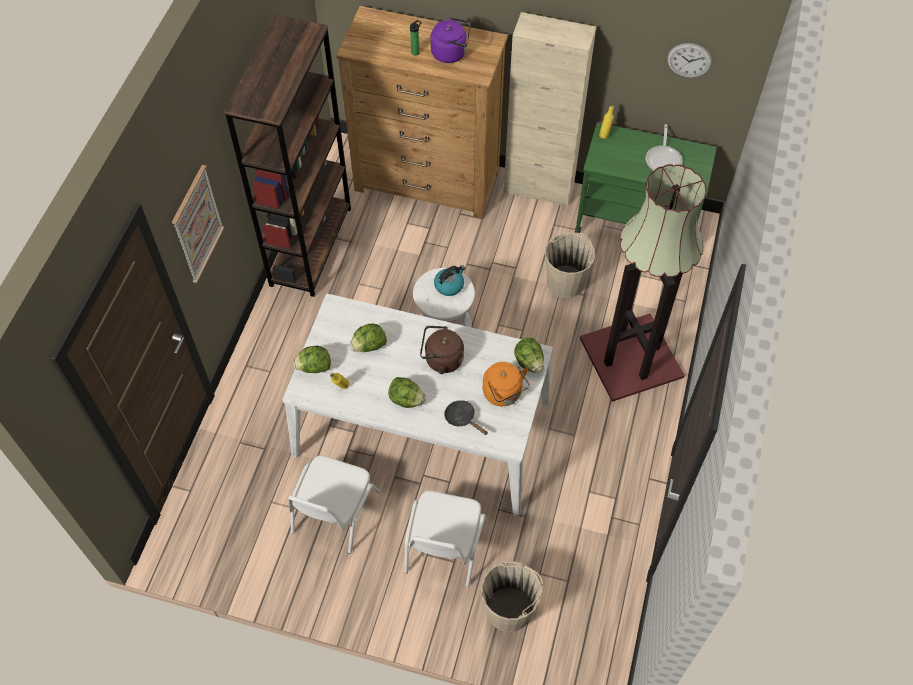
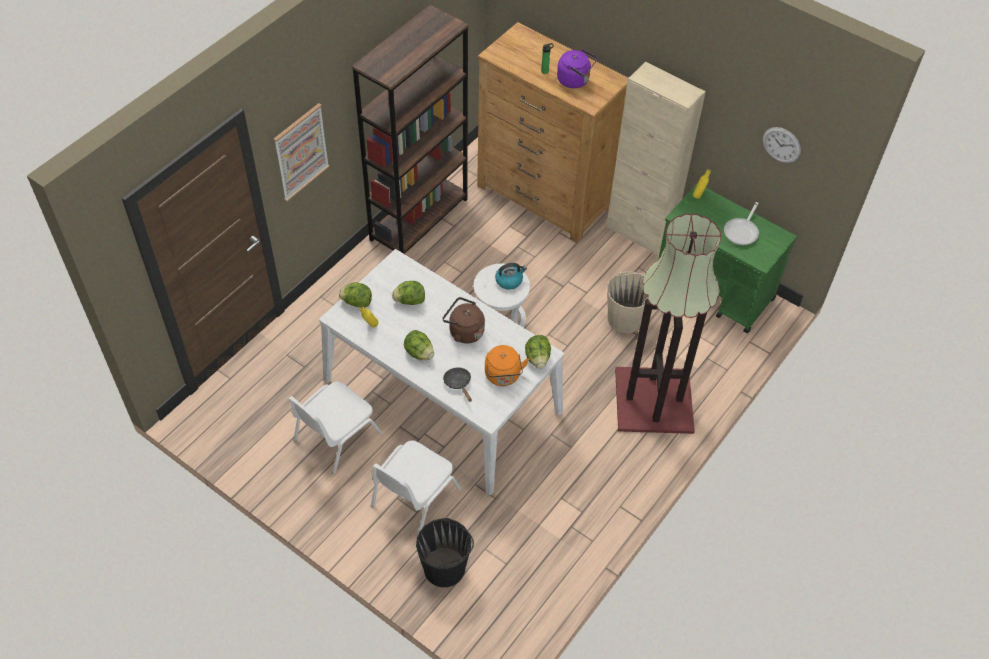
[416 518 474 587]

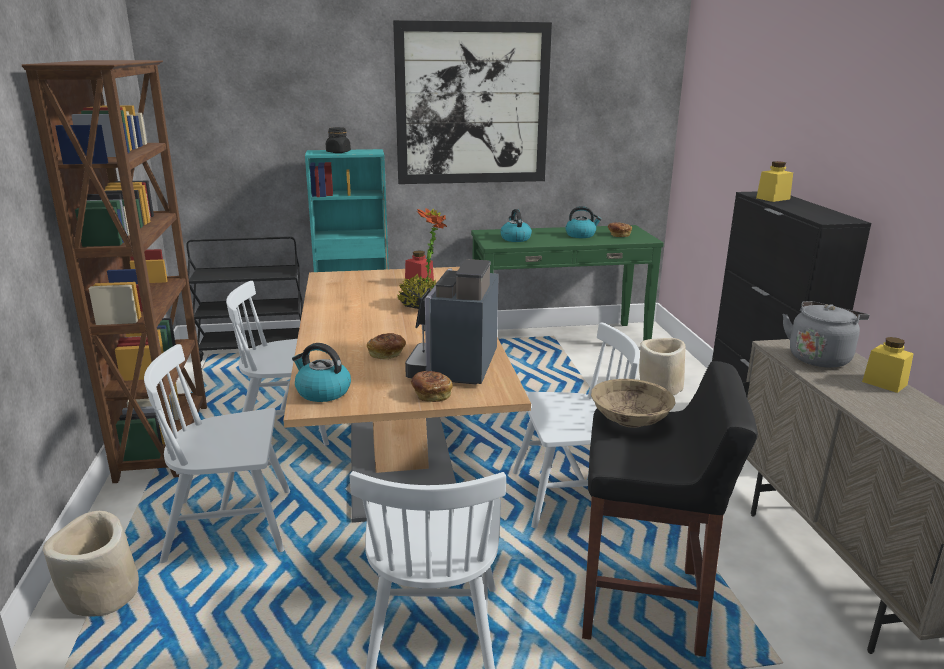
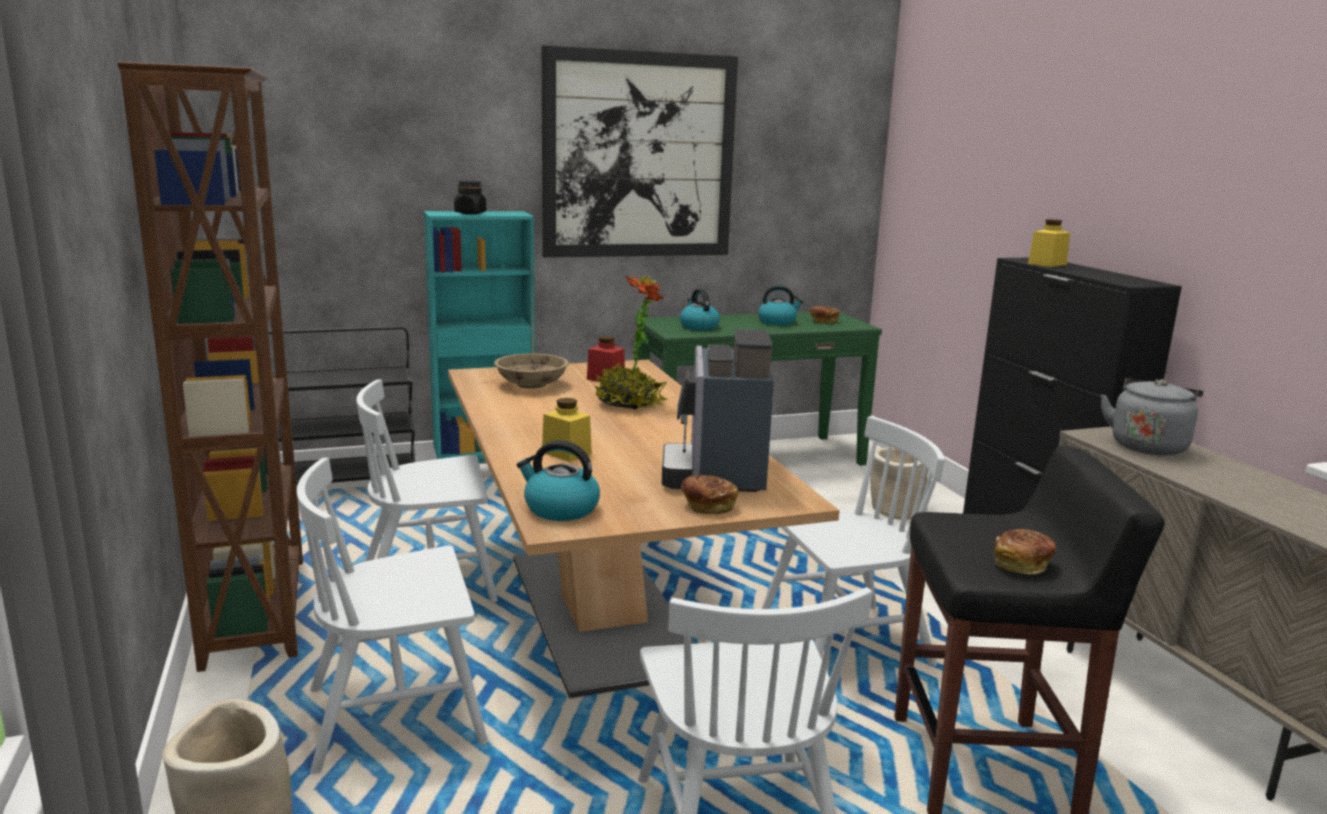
[994 529 1056 574]
[542 398 592 462]
[494 353 569 389]

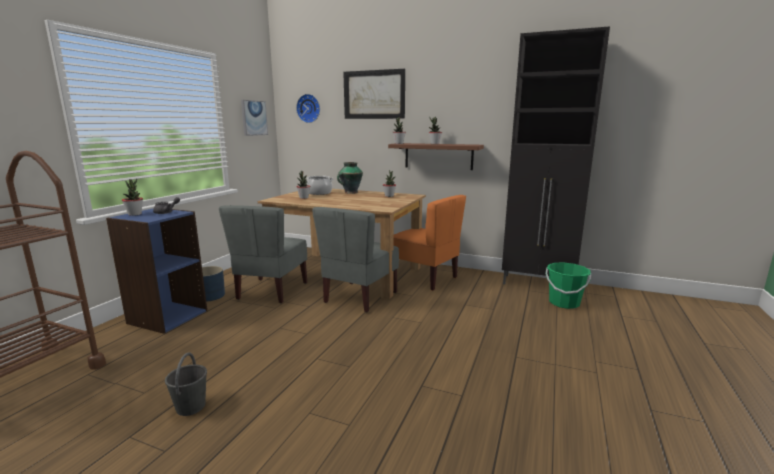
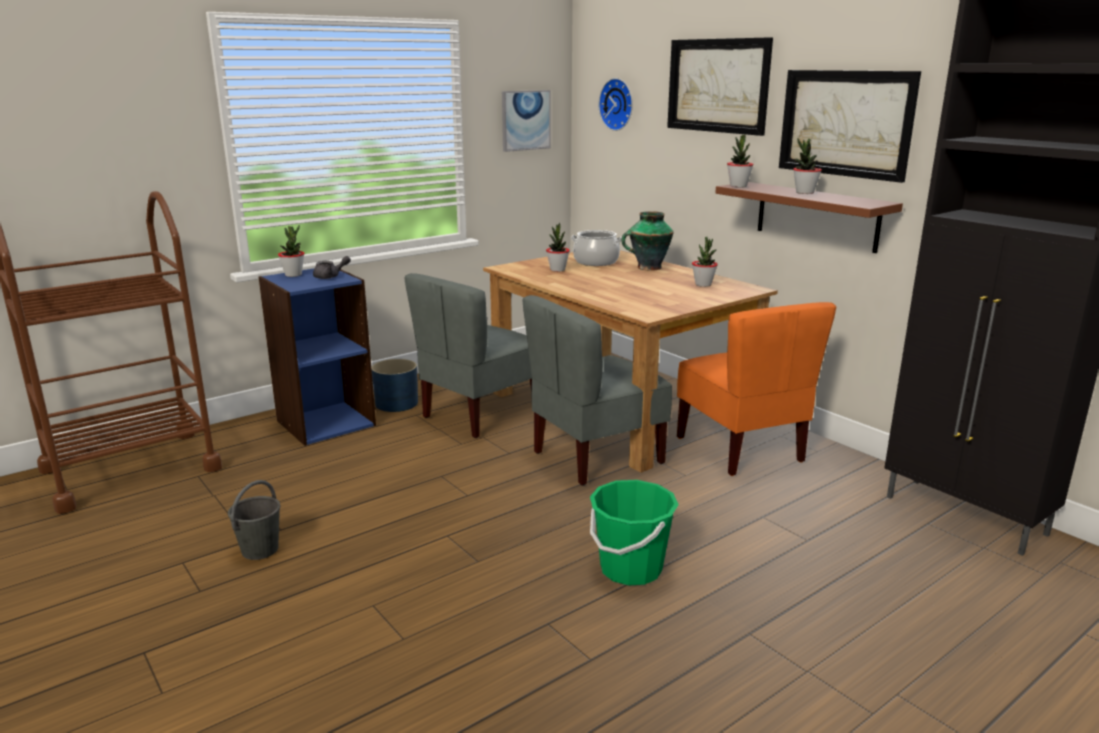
[590 480 679 586]
[779 70 921 183]

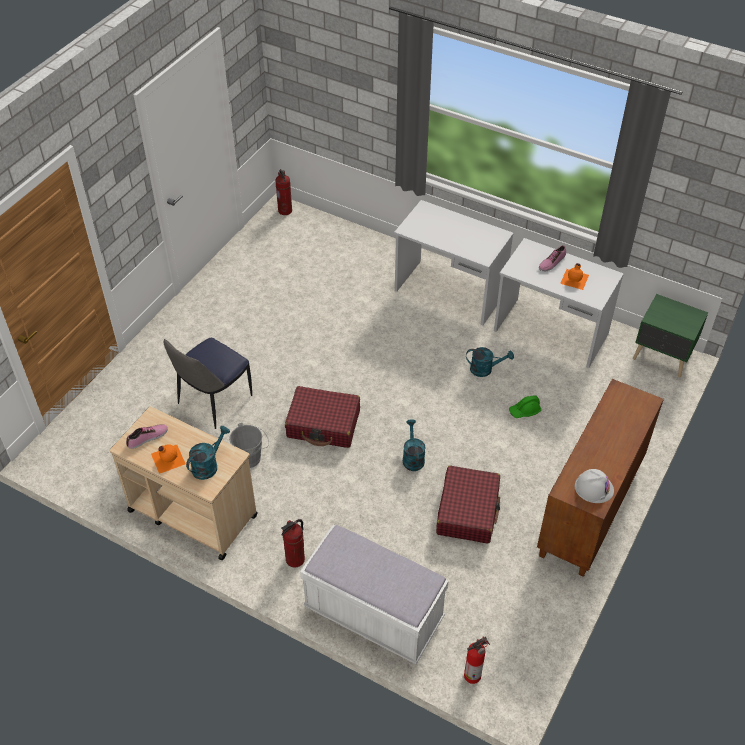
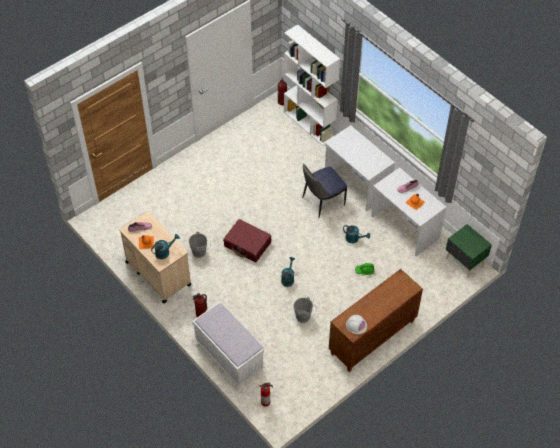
[302 164 347 218]
[294 297 316 323]
[284 24 340 146]

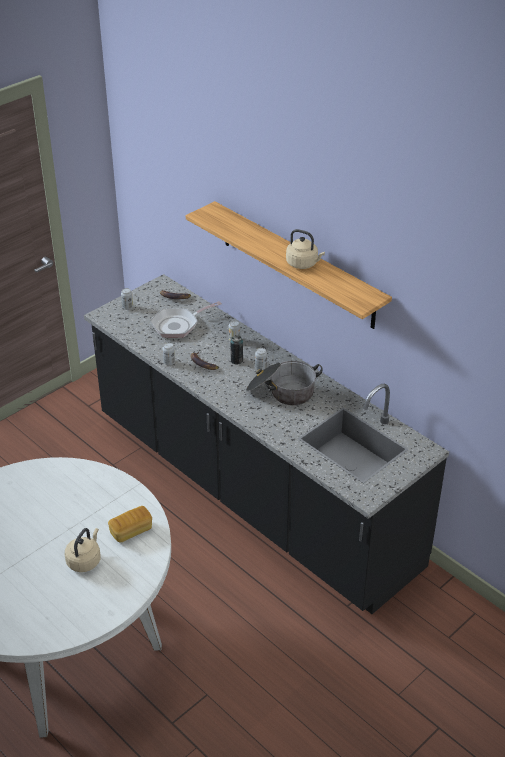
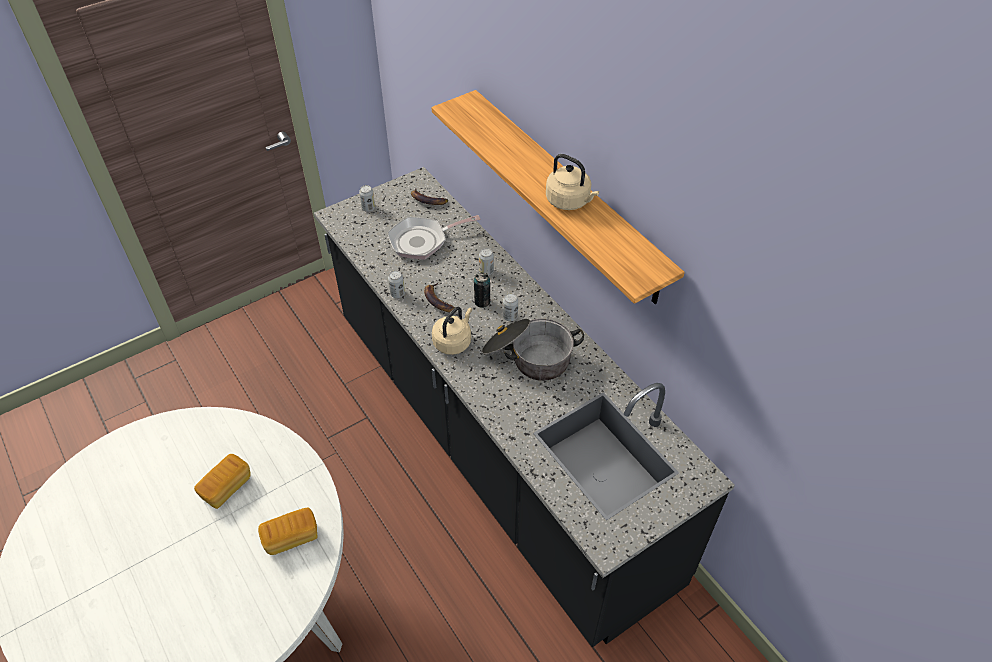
[432 307 472 355]
[194 454 251 509]

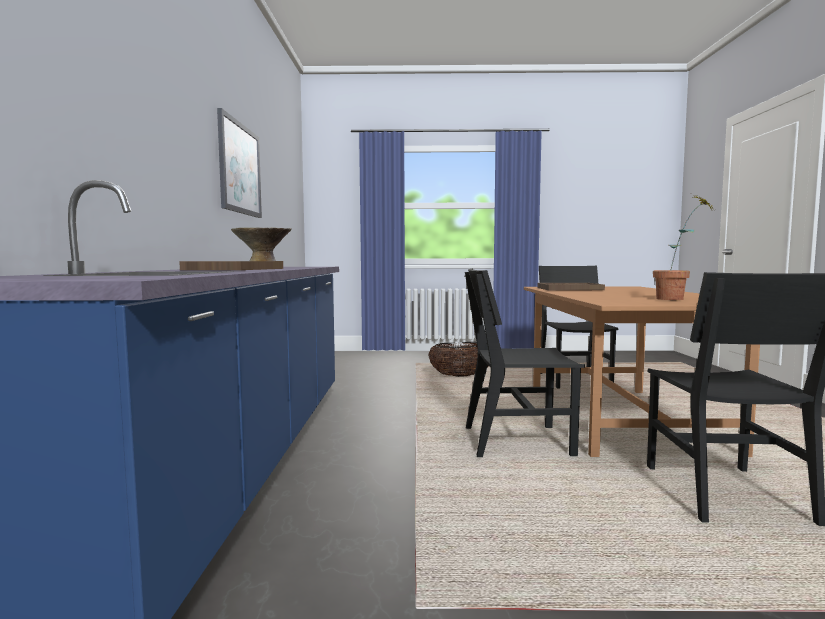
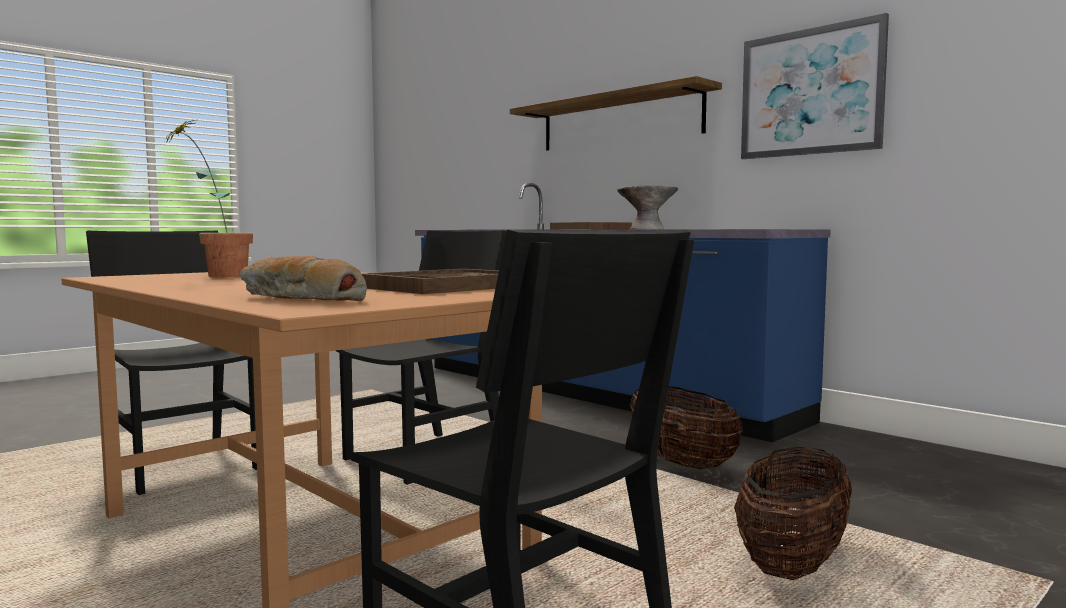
[510 76 722 151]
[240 256 367 301]
[630 386 743 470]

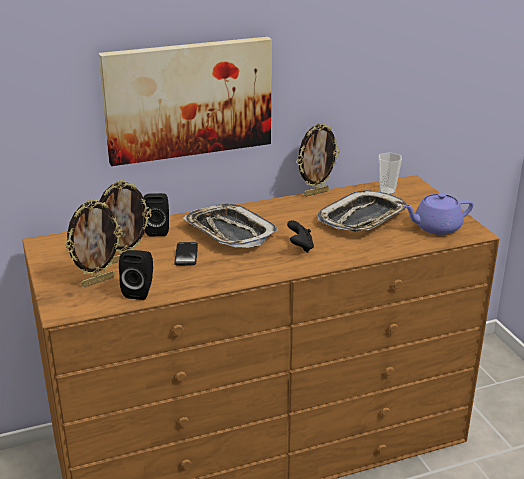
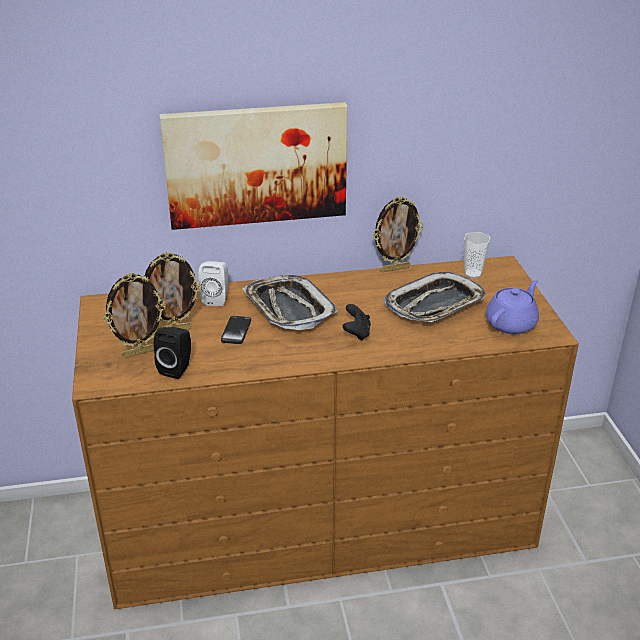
[198 261 228 307]
[486 280 539 334]

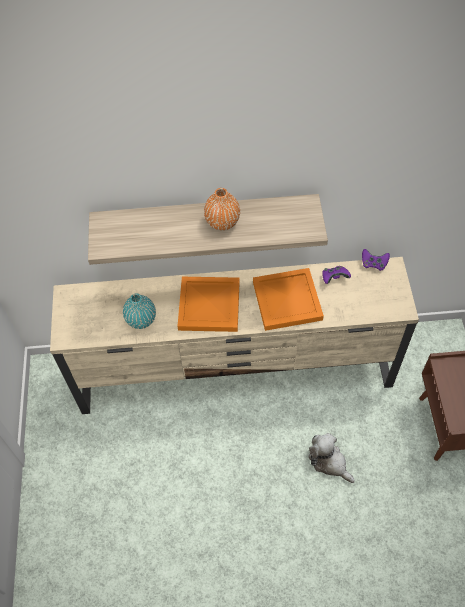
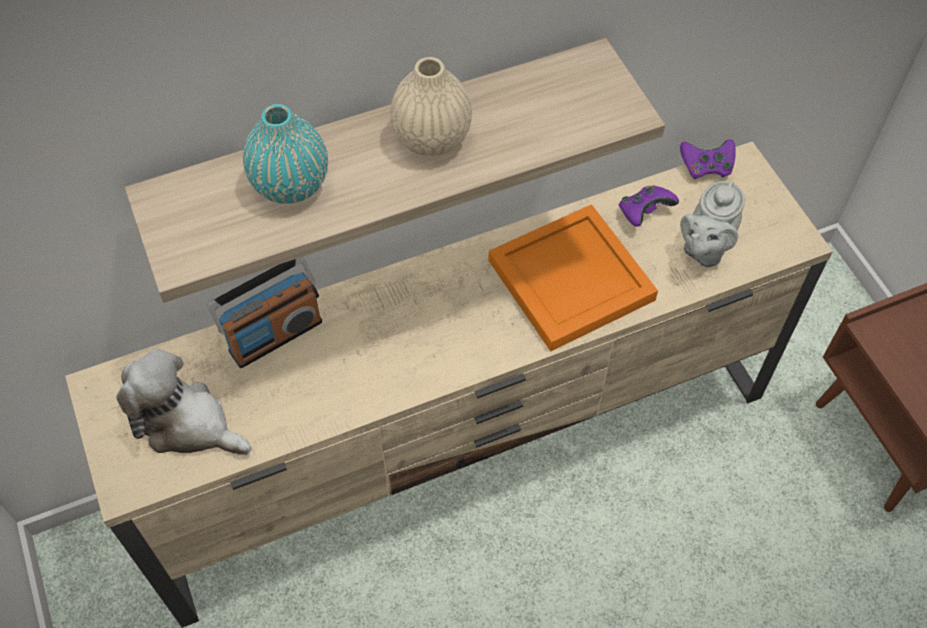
[390 57 472 156]
[177 277 240 332] (first image)
[243 104 328 204]
[116 349 251 455]
[680 181 745 267]
[207 257 322 368]

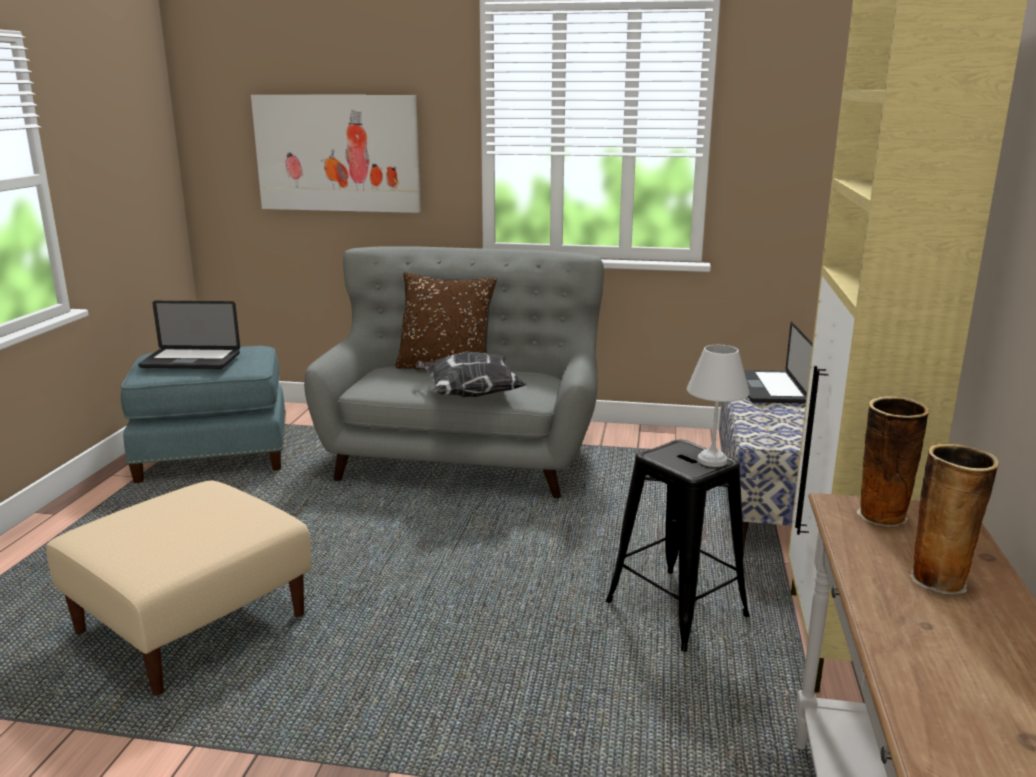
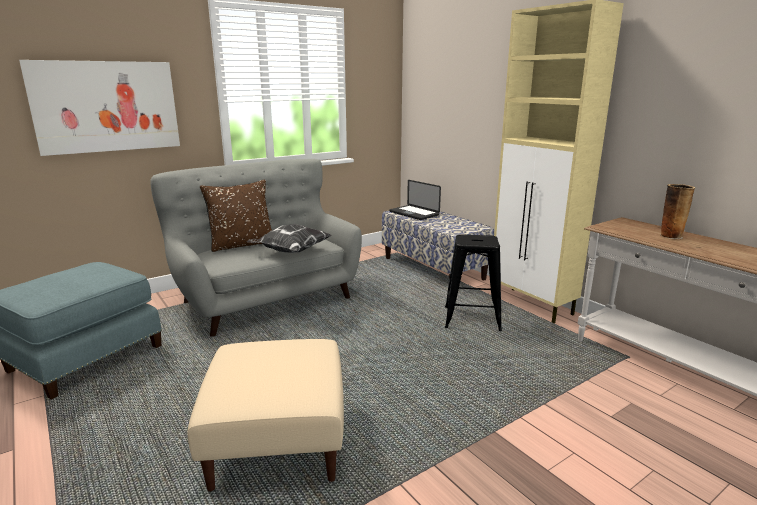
[138 301 240 369] (first image)
[687 344 750 467] (first image)
[857 396 929 527] (first image)

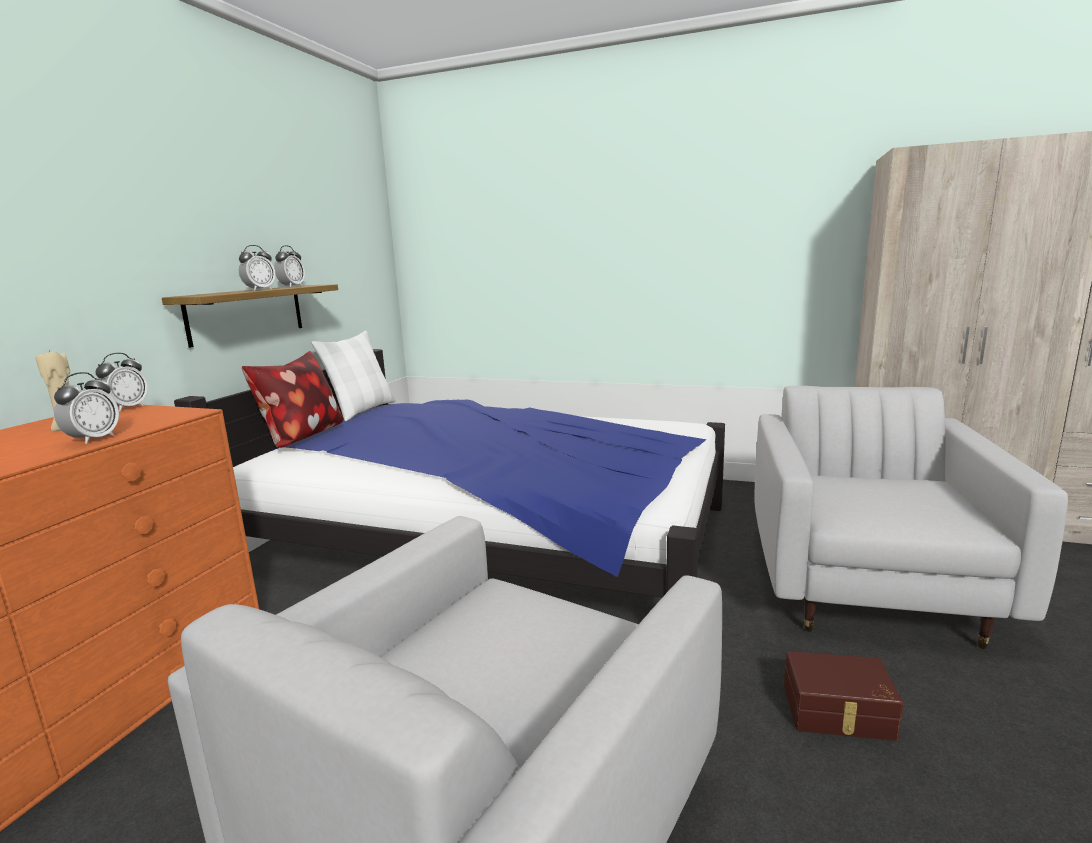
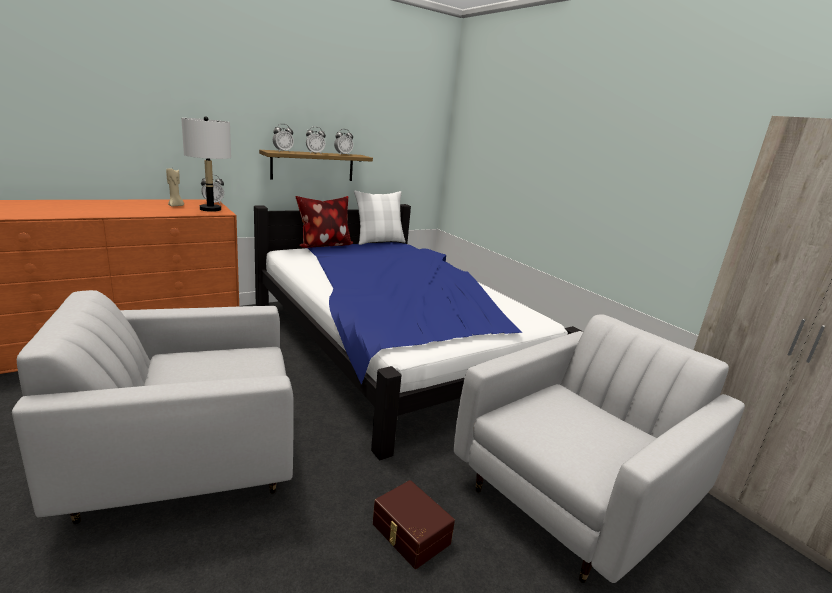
[273 124 294 152]
[181 116 231 212]

